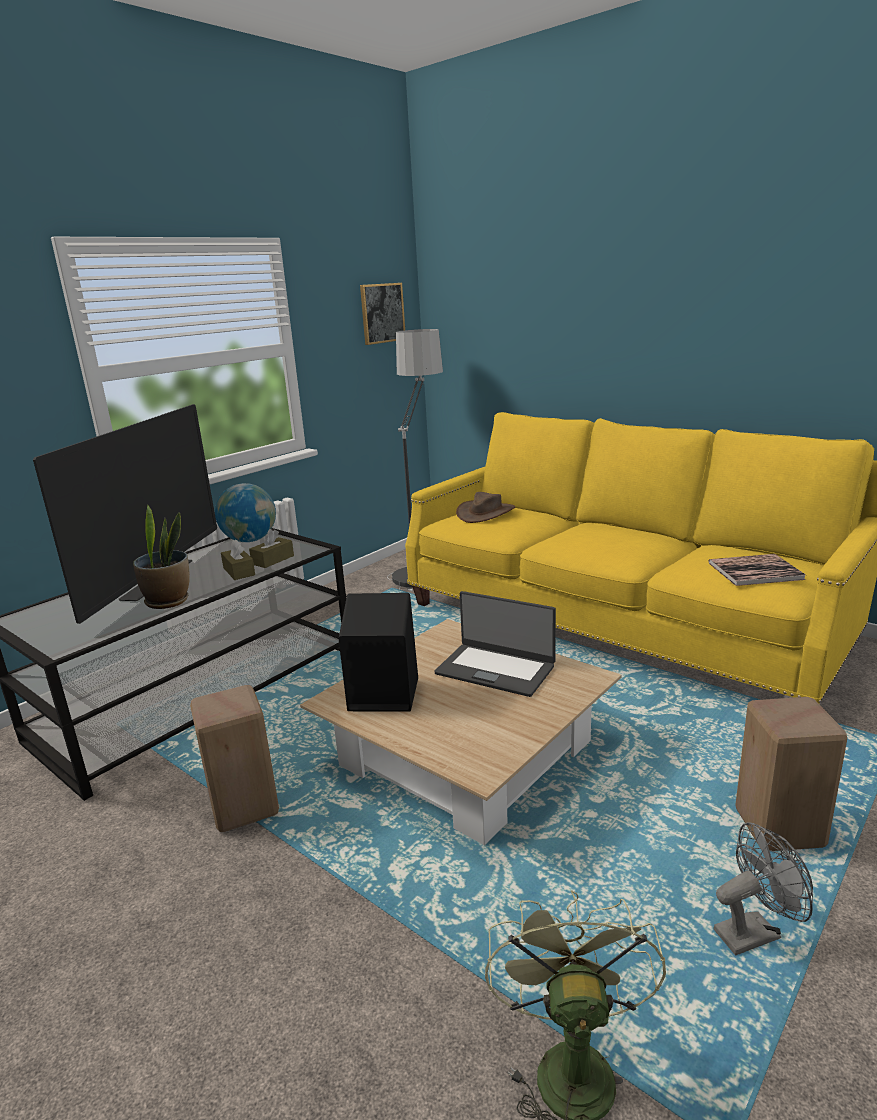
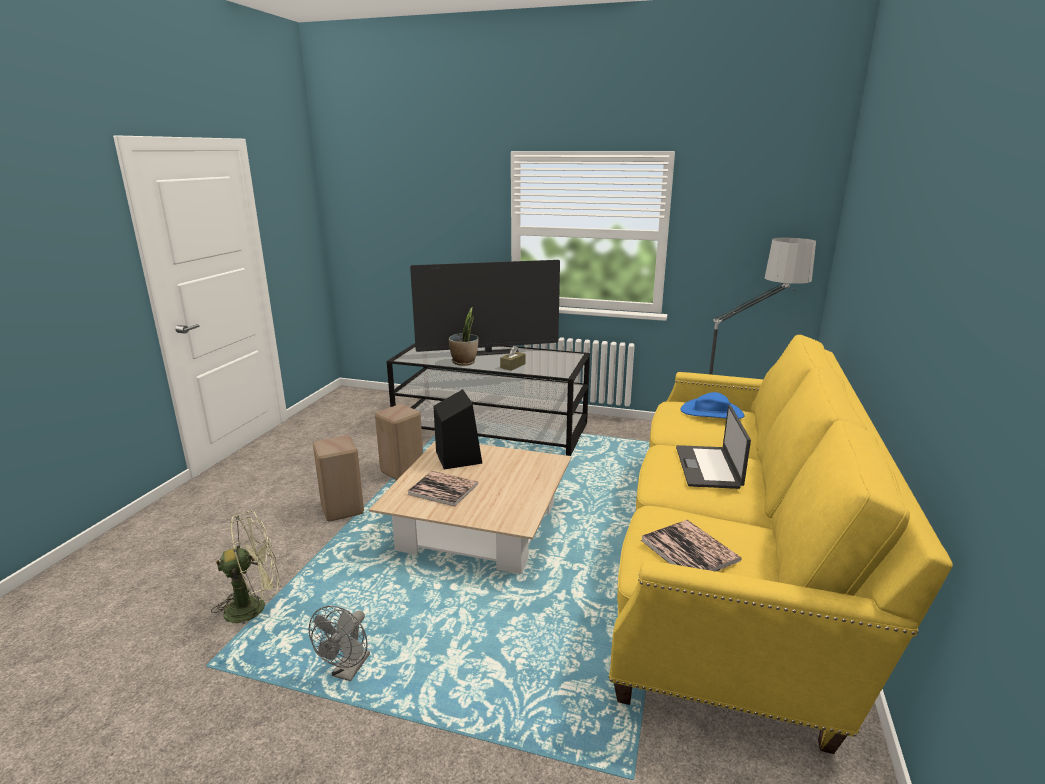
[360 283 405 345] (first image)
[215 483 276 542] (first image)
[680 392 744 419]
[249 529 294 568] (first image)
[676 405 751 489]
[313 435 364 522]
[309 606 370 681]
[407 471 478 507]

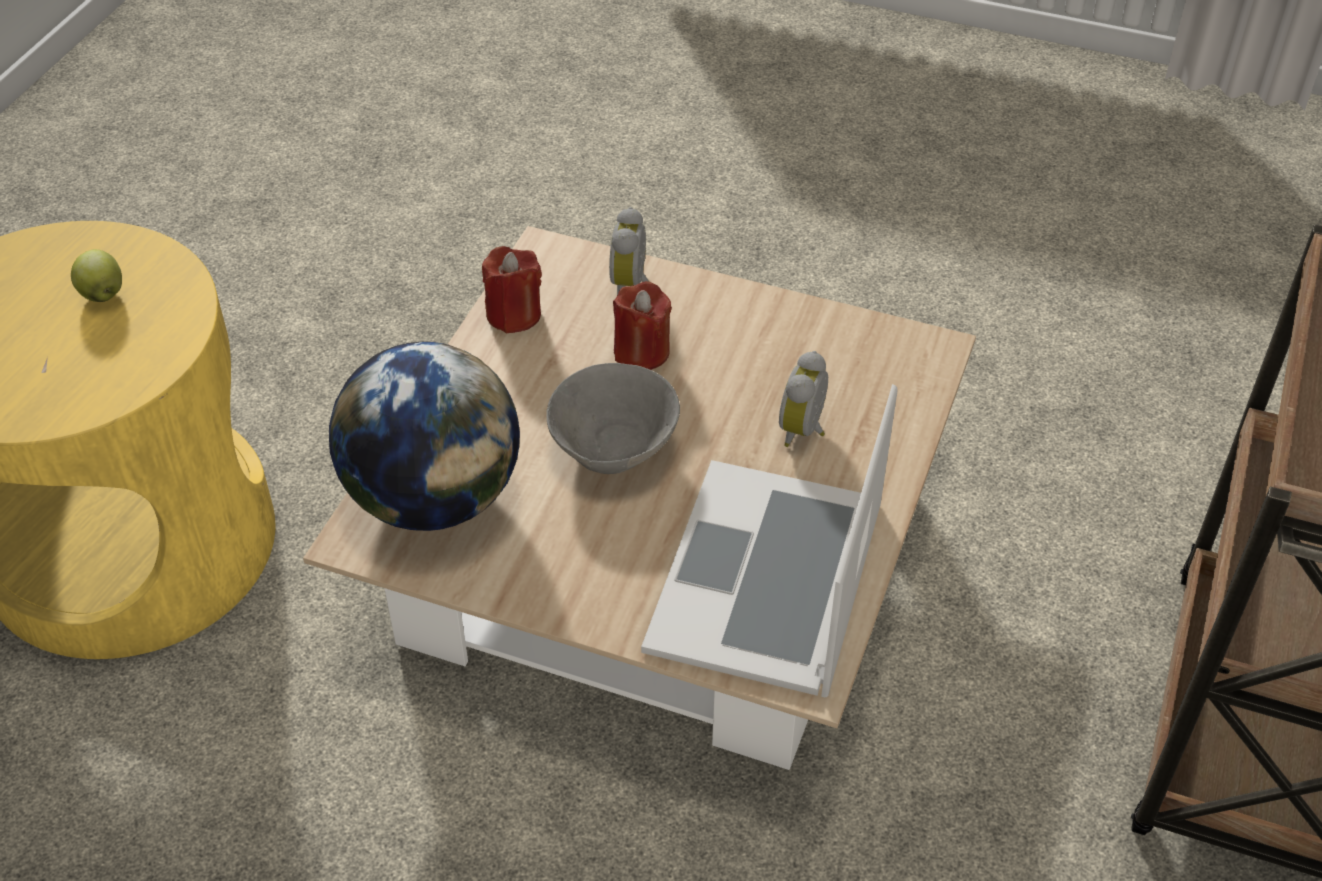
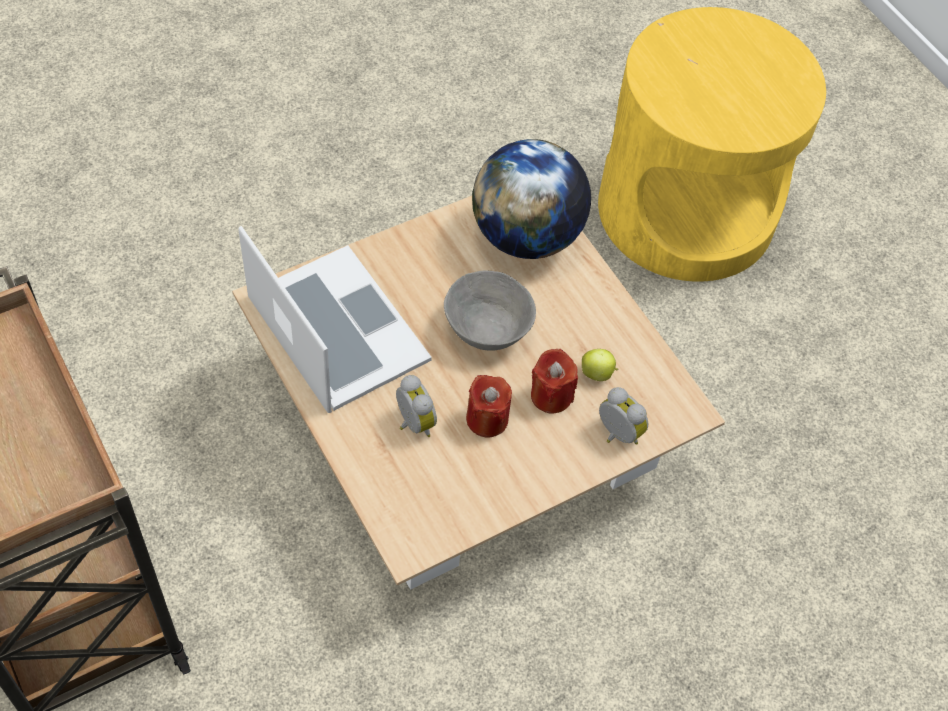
[466 375 512 437]
[582 349 619 381]

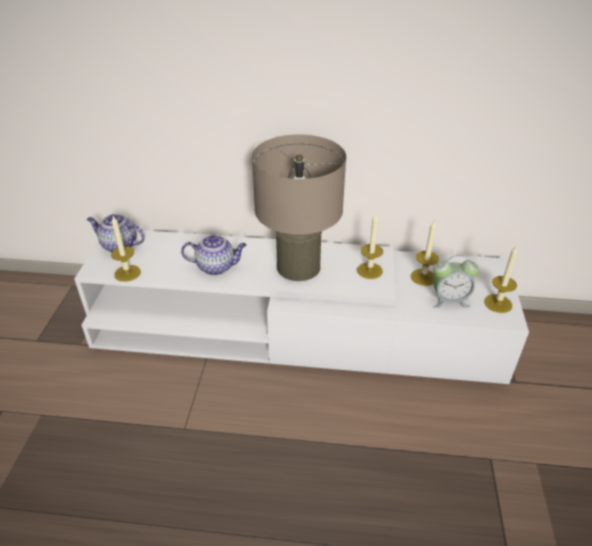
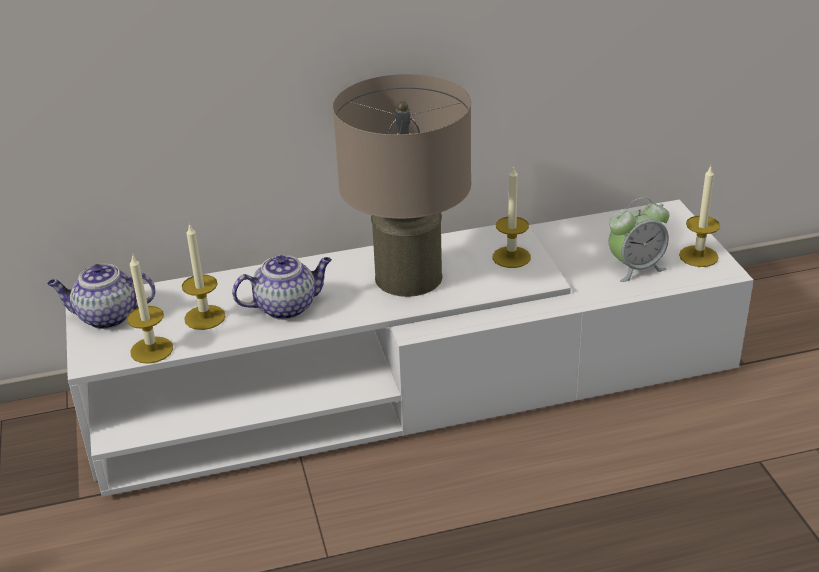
[182 223 226 330]

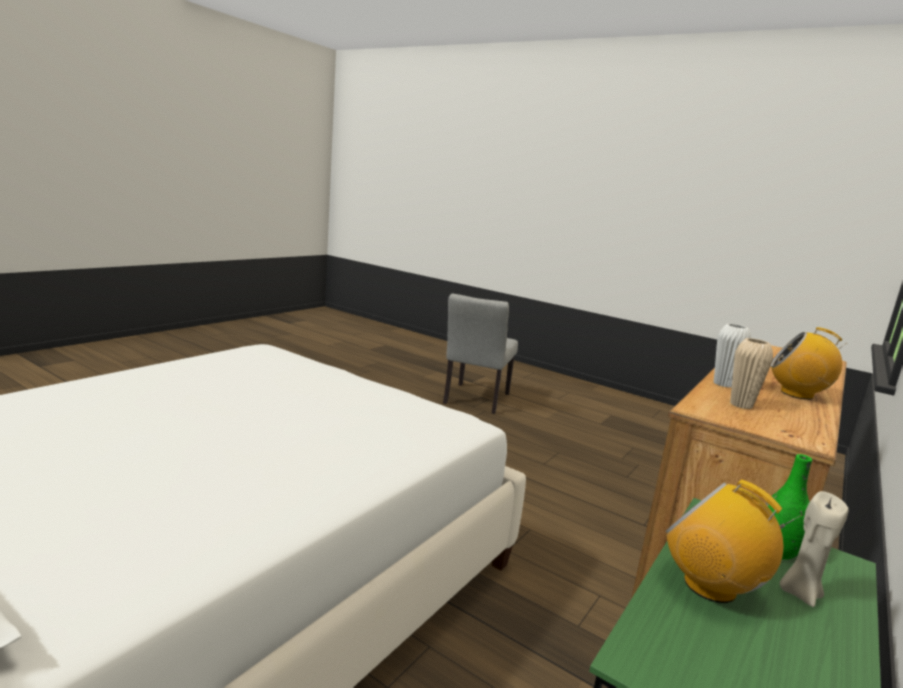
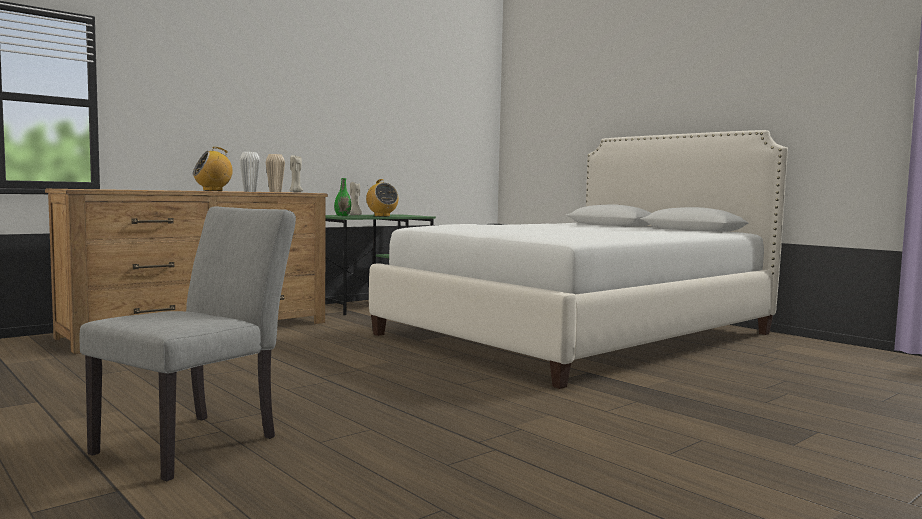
[193 147 233 191]
[290 155 303 192]

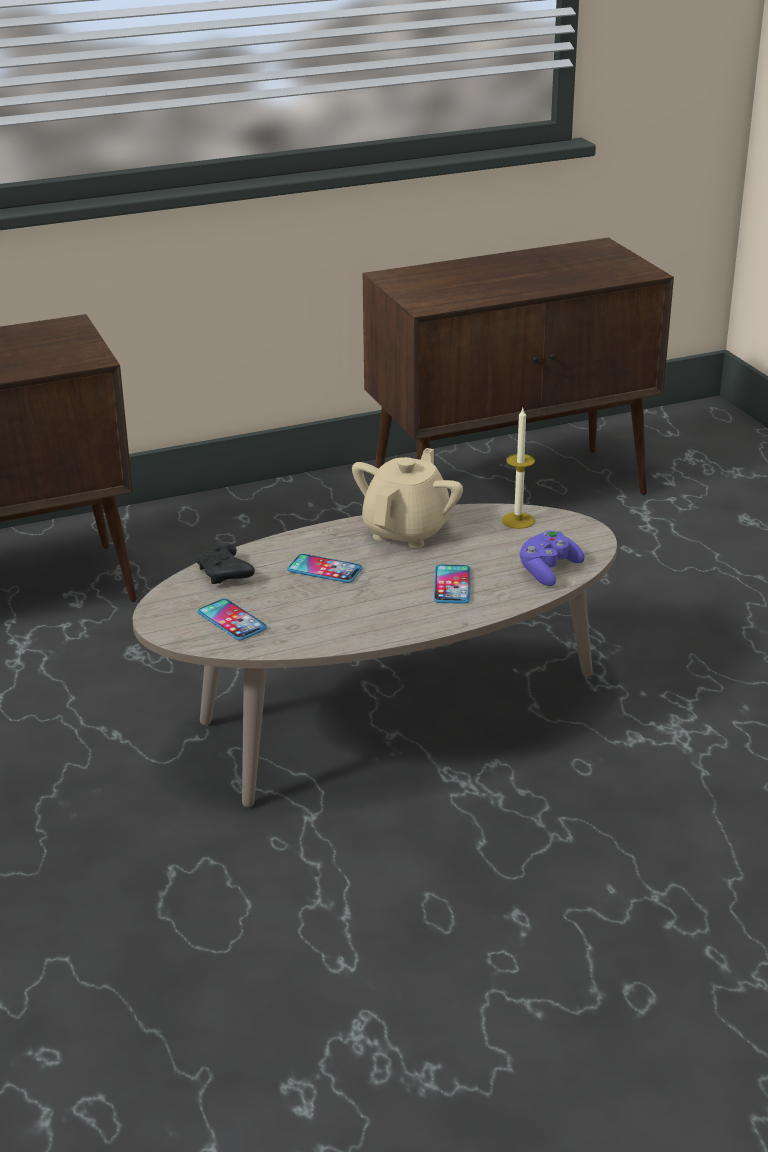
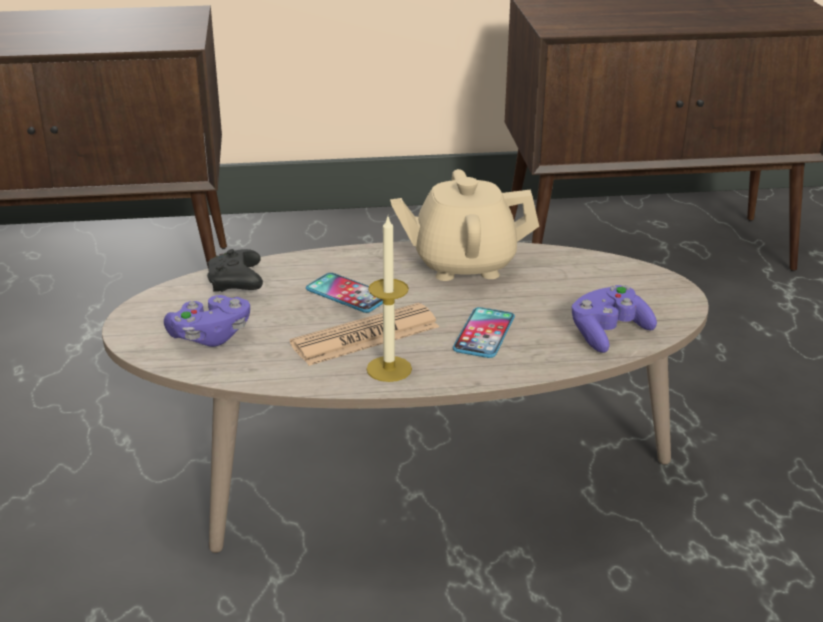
[366 217 412 382]
[390 169 539 281]
[164 295 250 347]
[290 303 439 366]

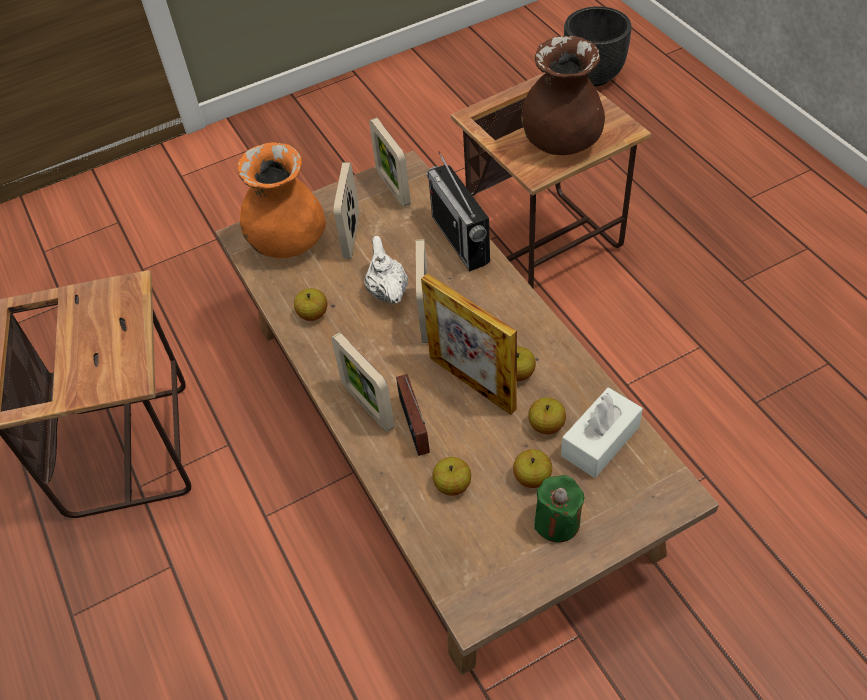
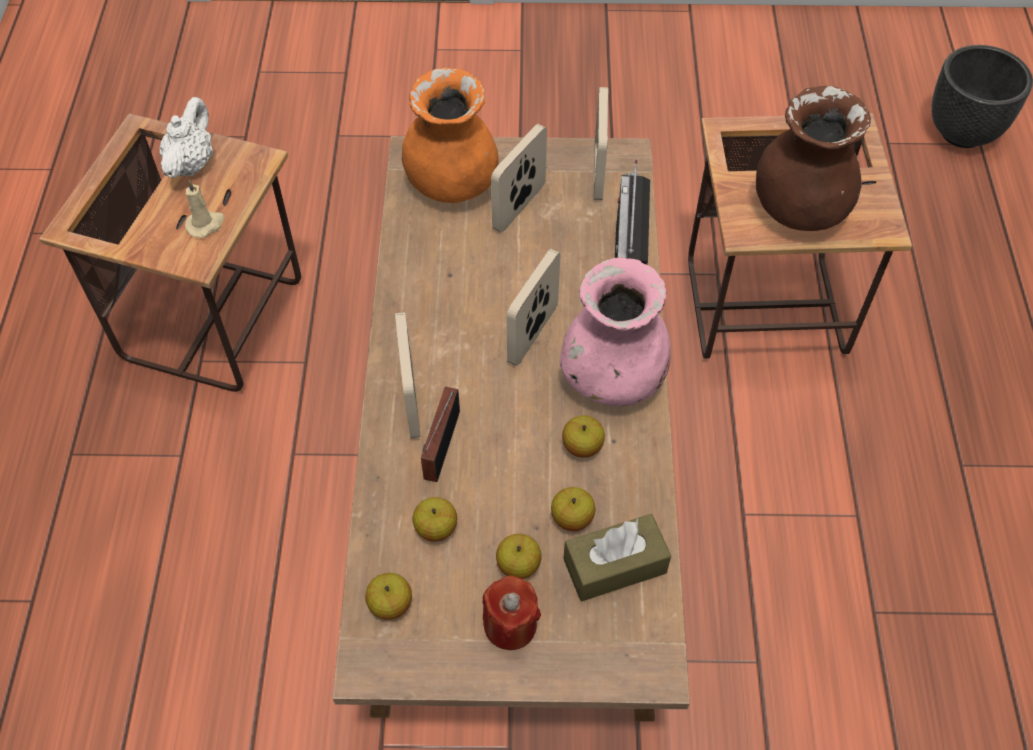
[160 97 213 178]
[421 273 517 415] (first image)
[365 573 412 620]
[563 514 671 602]
[483 576 541 650]
[185 180 225 238]
[560 257 671 406]

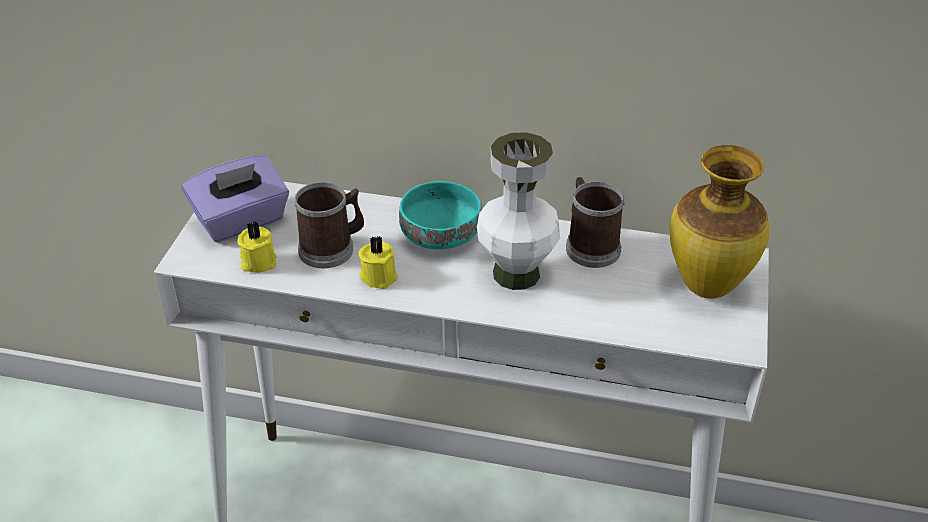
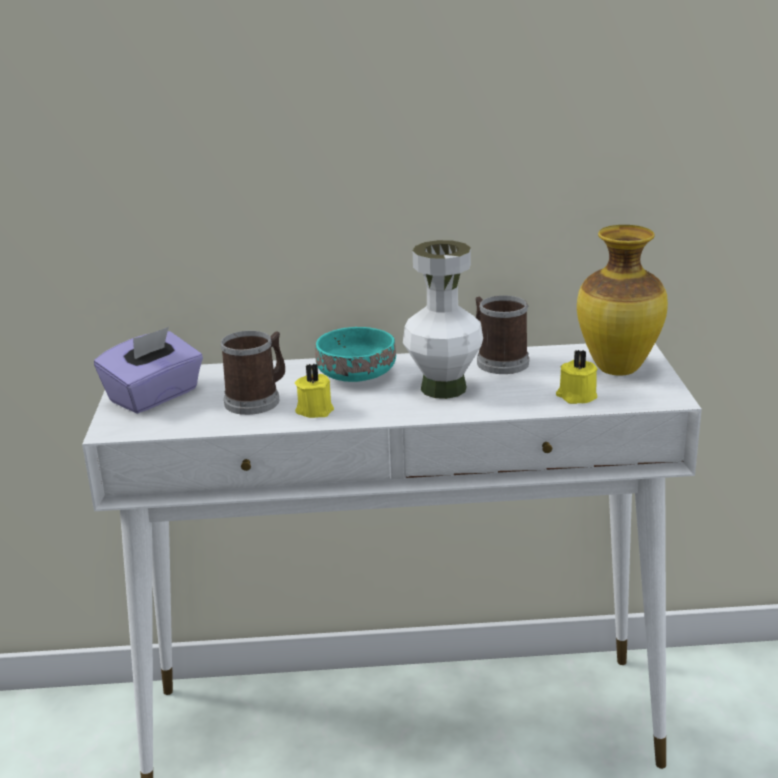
[556 350 598 404]

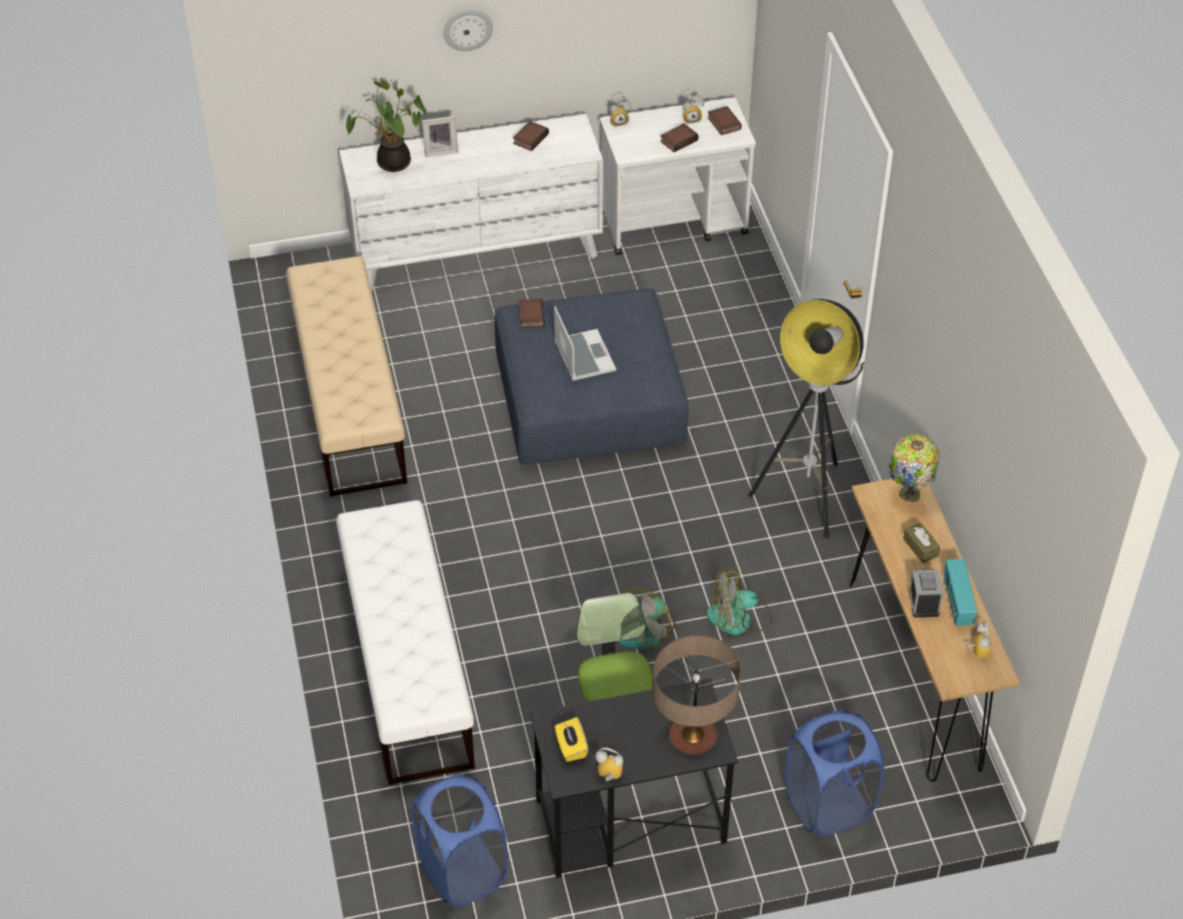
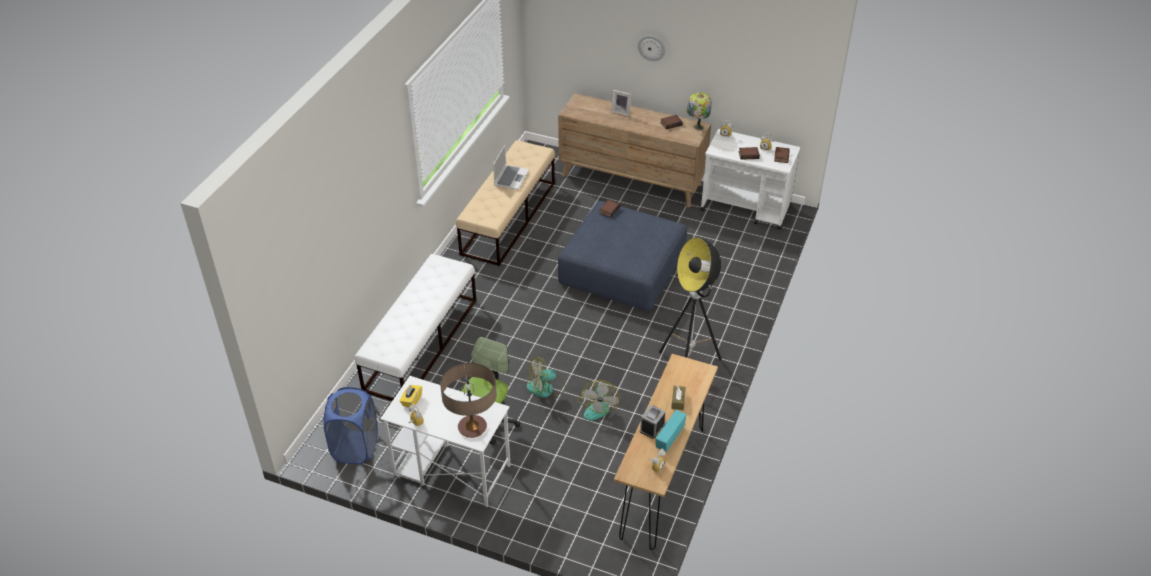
[346 81 427 172] (first image)
[558 93 711 207]
[493 145 529 190]
[687 92 712 131]
[577 380 620 421]
[380 376 511 507]
[785 710 884 836] (first image)

